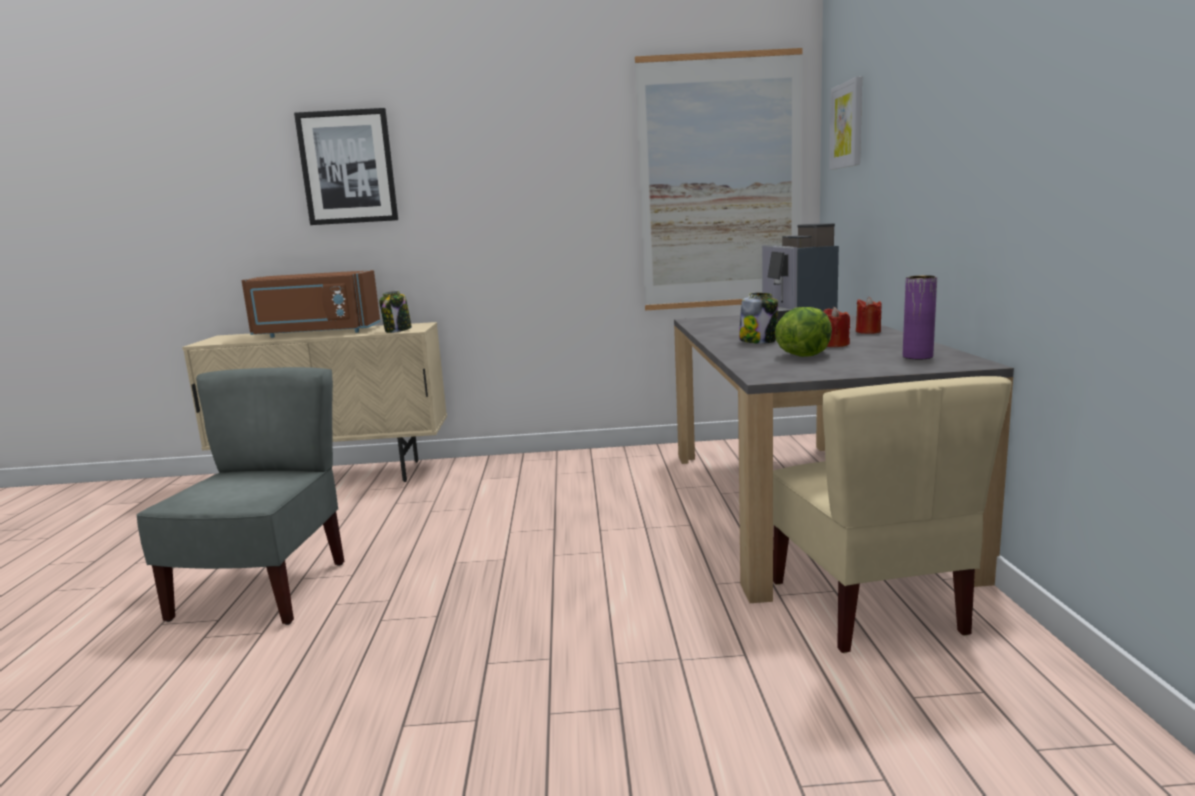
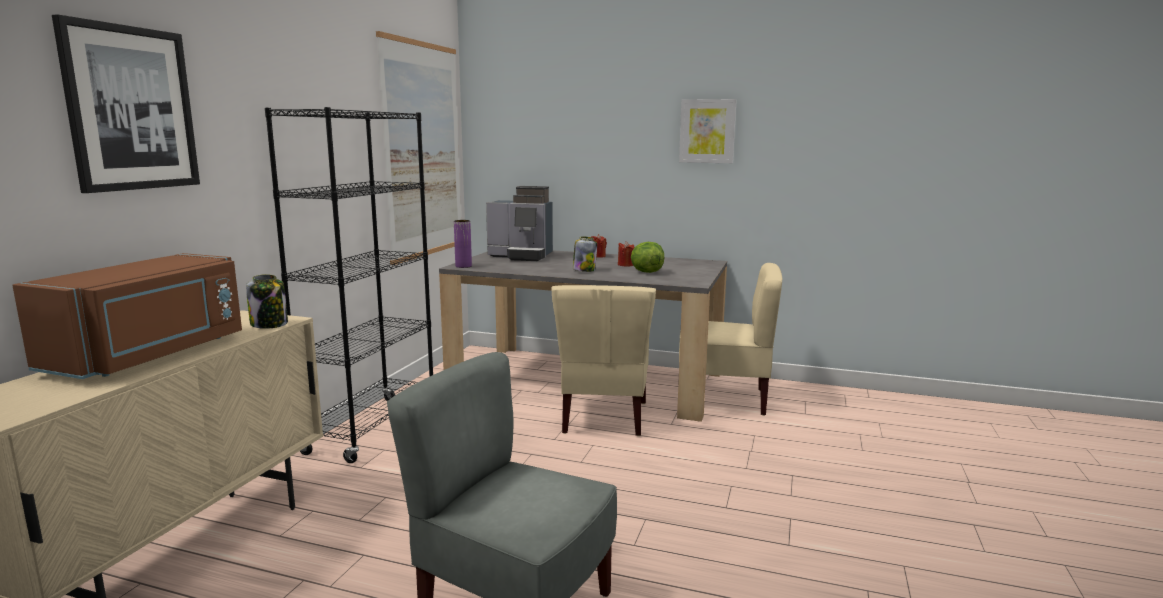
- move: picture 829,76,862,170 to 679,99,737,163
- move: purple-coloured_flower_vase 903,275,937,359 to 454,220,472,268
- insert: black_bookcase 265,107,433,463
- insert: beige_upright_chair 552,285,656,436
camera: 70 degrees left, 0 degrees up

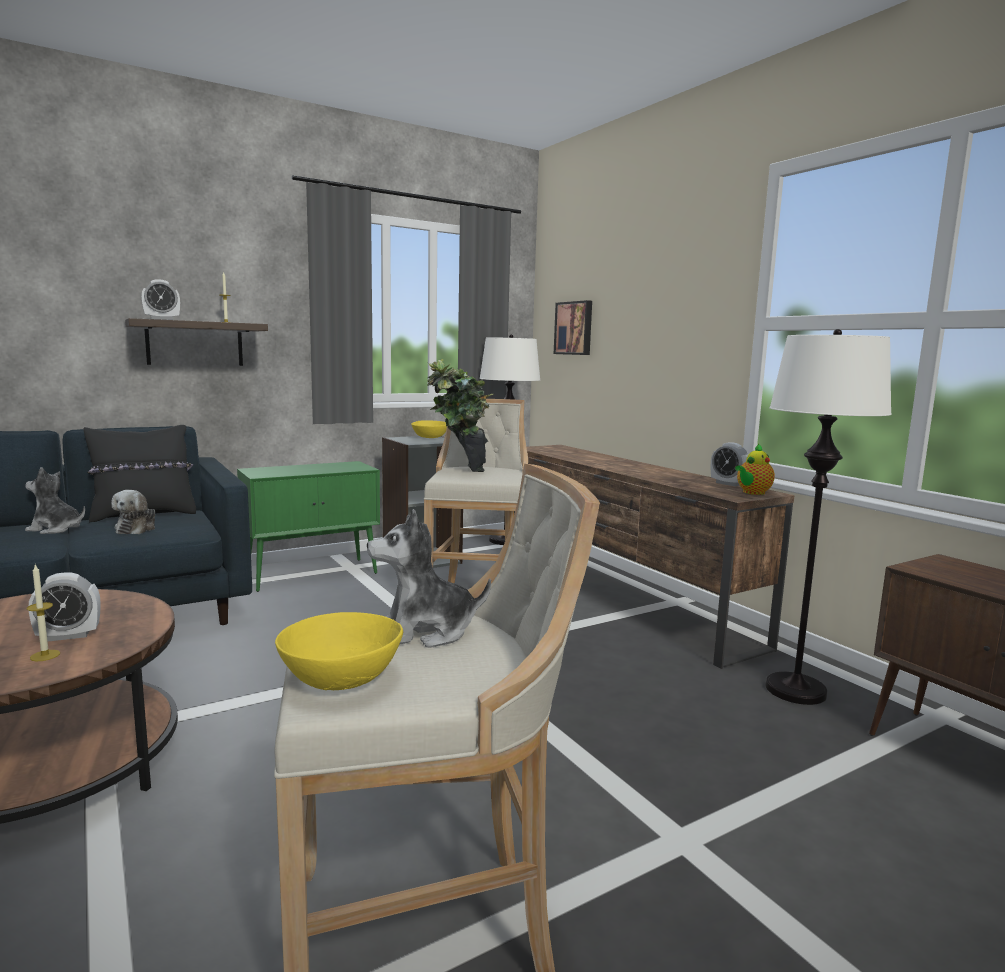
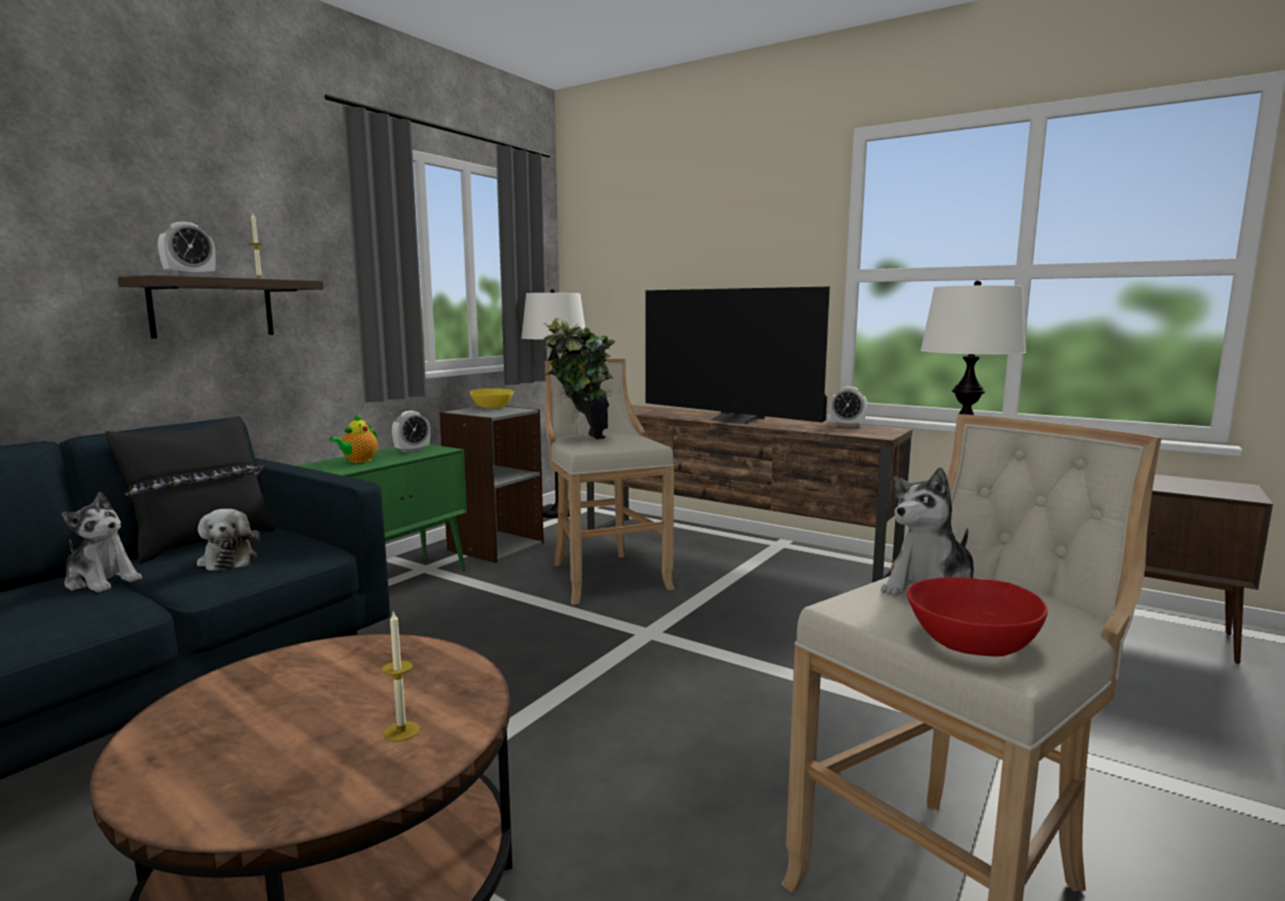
- rotate: soft_toy 25,467,85,534 = 62,492,142,592 135 degrees counterclockwise
- move: bedside_clock 29,572,101,641 to 392,411,430,453
- recolor: yellow_bowl 275,612,403,690 to red_bowl 907,577,1048,656
- delete: picture 554,300,592,355
- move: tea_pot 735,443,775,495 to 329,413,378,463
- insert: TV 645,287,830,424
camera: 25 degrees left, 0 degrees up

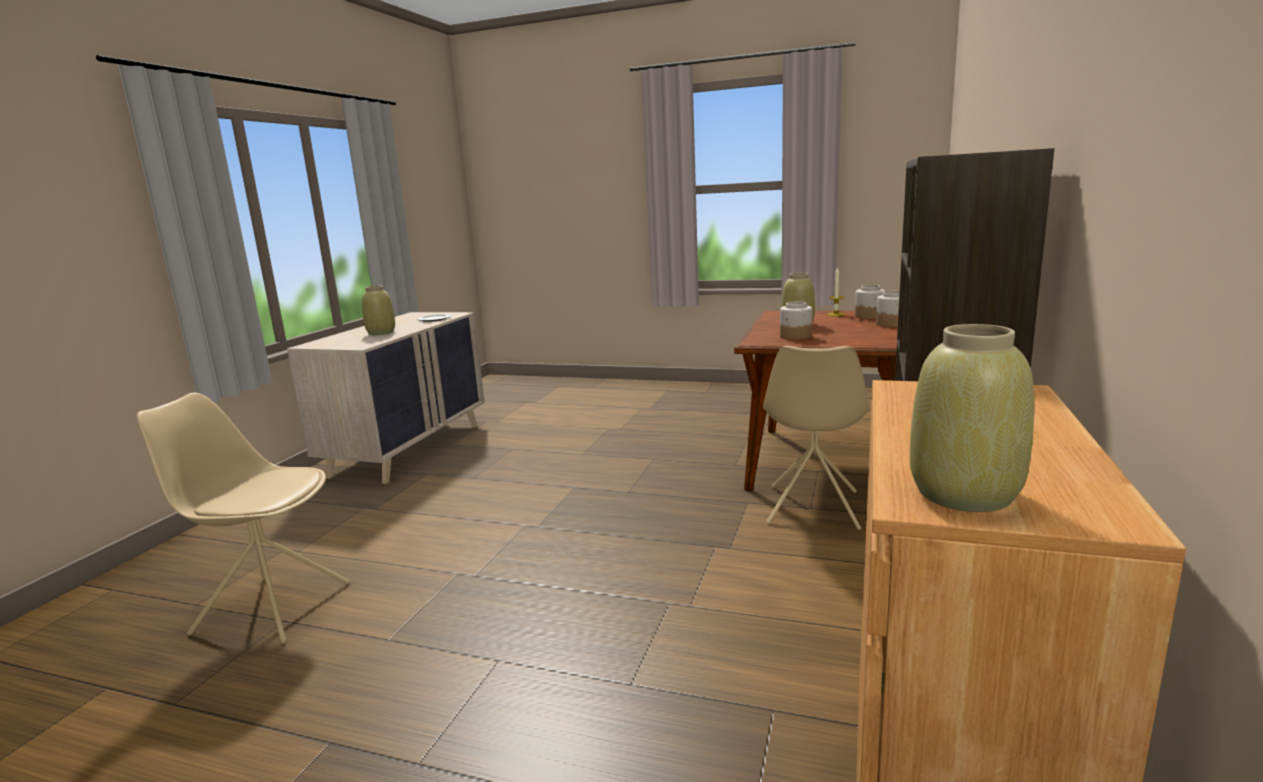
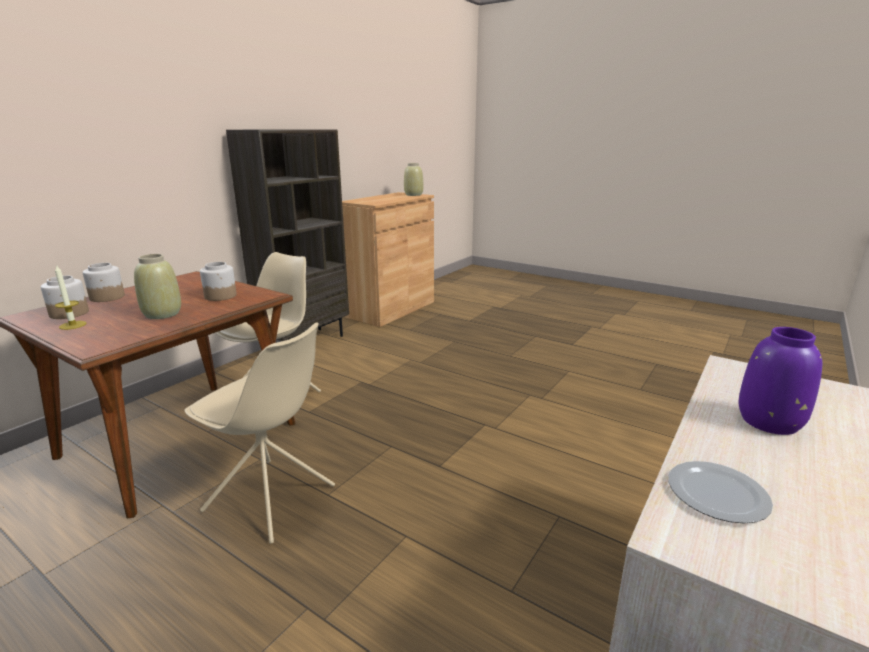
- move: beige_upright_chair 137,393,350,644 to 184,322,335,544
- recolor: beige_flower_vase 362,286,395,335 to purple-coloured_flower_vase 739,327,822,435
camera: 165 degrees left, 5 degrees up

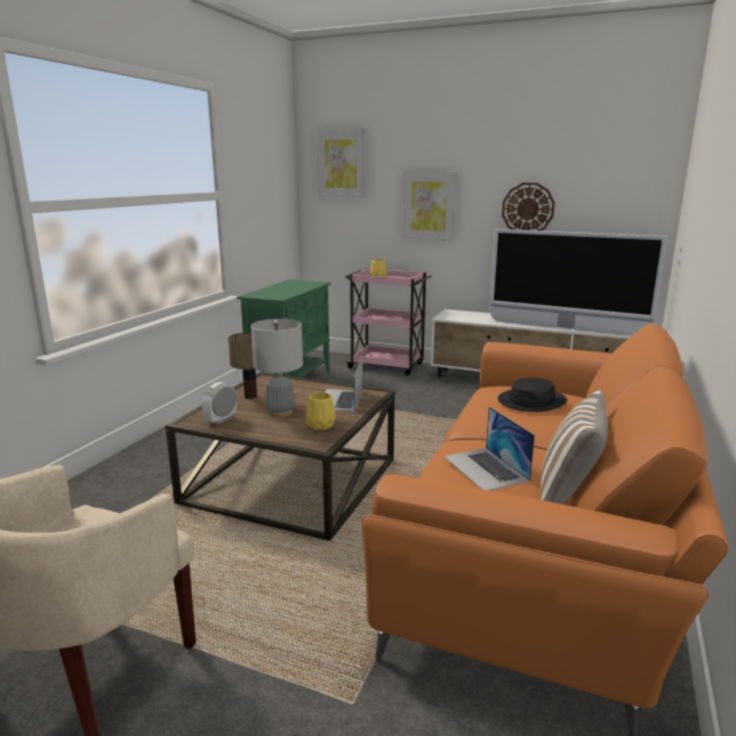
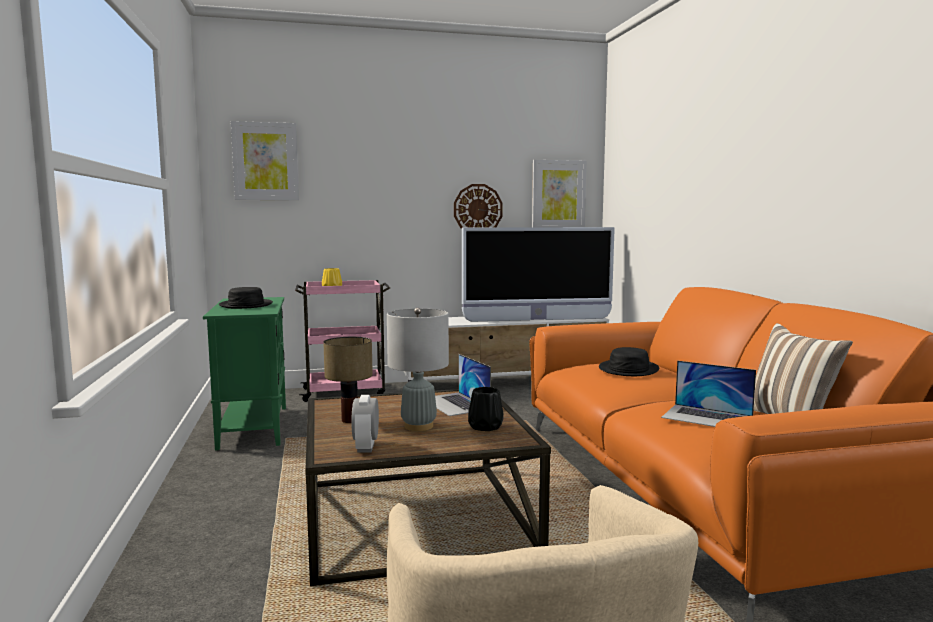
- recolor: yellow_flower_vase 306,393,336,430 to black_flower_vase 468,387,504,431
- move: picture 402,171,457,241 to 532,160,587,227
- insert: black_clothing_hat 219,287,273,309
camera: 35 degrees left, 10 degrees down

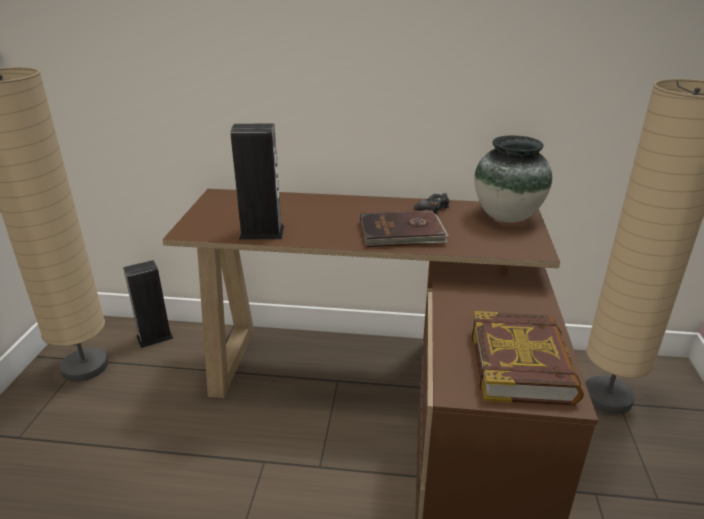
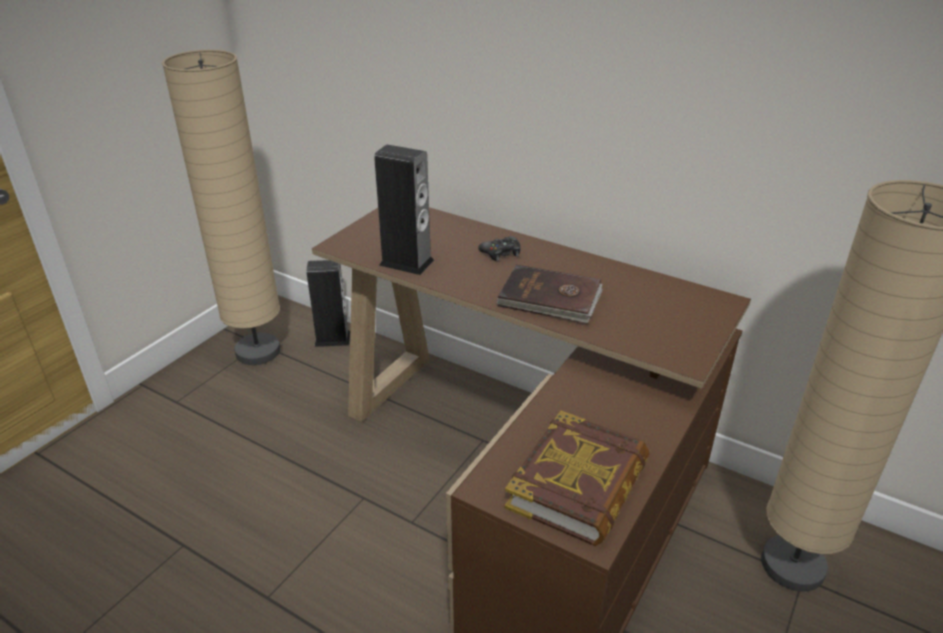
- move: black_gamepad 414,193,450,214 to 478,236,520,261
- delete: flower_vase 474,135,552,222
camera: 25 degrees right, 5 degrees up

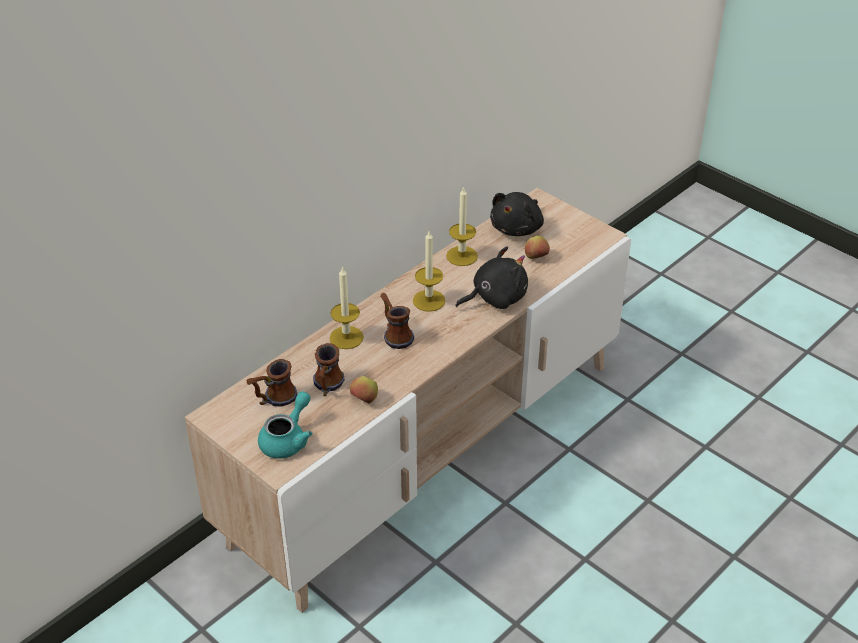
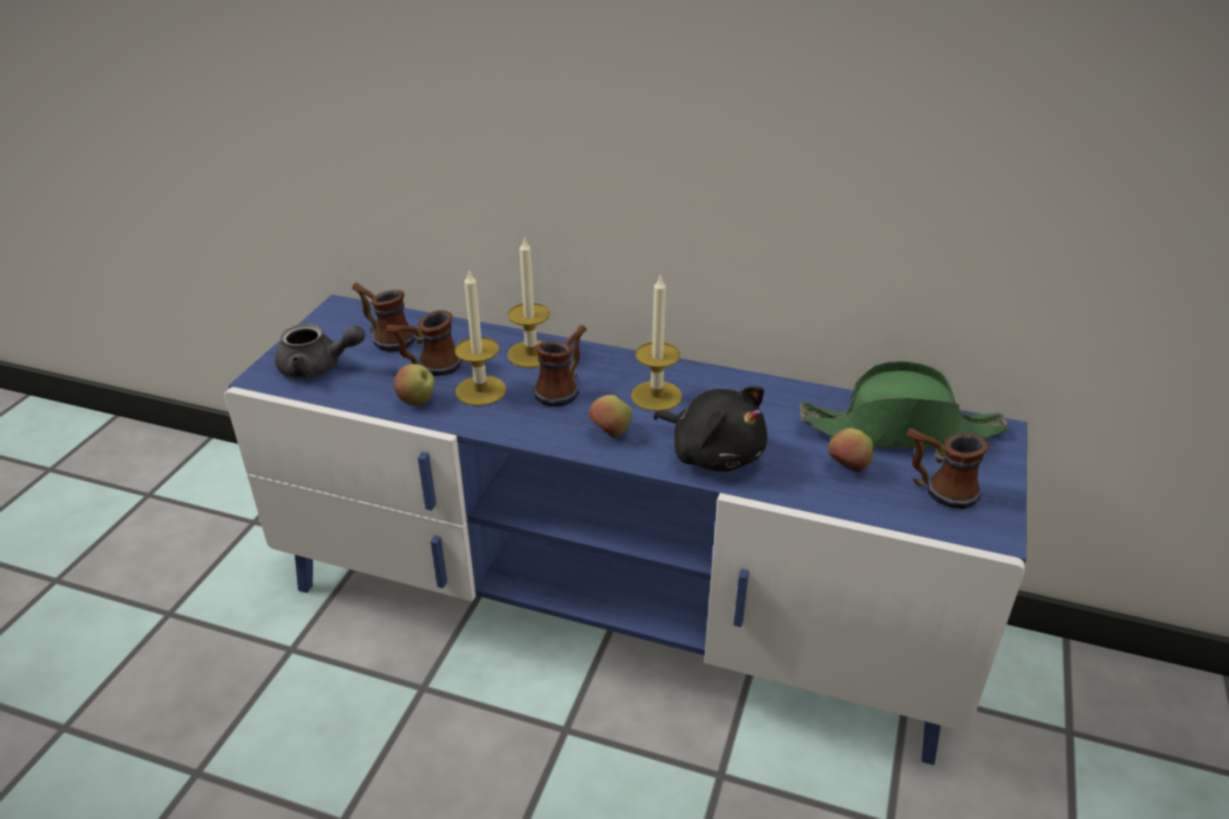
- recolor: beige_tv_unit 185,188,631,613 to bluish_tv_unit 224,295,1027,765
- recolor: blue-green_tea_pot 258,391,312,459 to greyish_tea_pot 275,324,365,378
- move: wax_candle 446,186,478,266 to 455,270,506,406
- replace: black_soft_toy 490,192,544,236 to greenish_clothing_hat 800,361,1008,448
- insert: apple 589,395,632,438
- insert: mug 906,428,989,509
camera: 65 degrees right, 5 degrees down

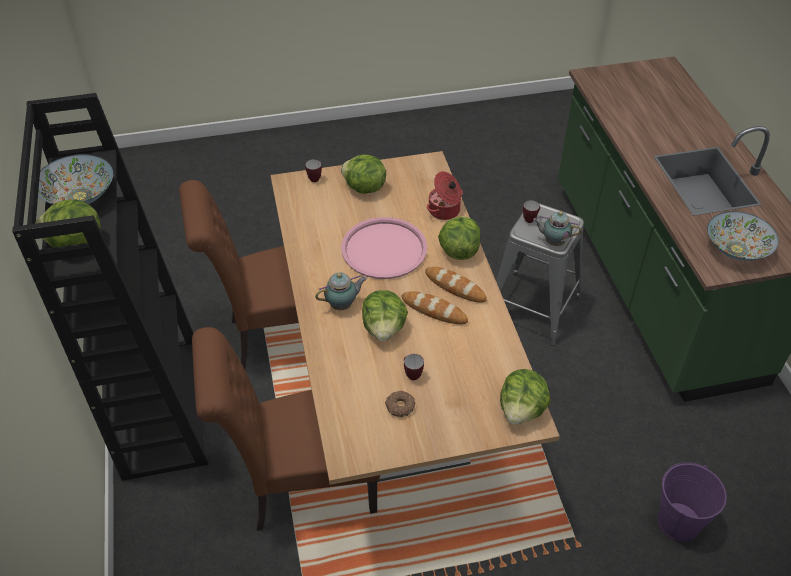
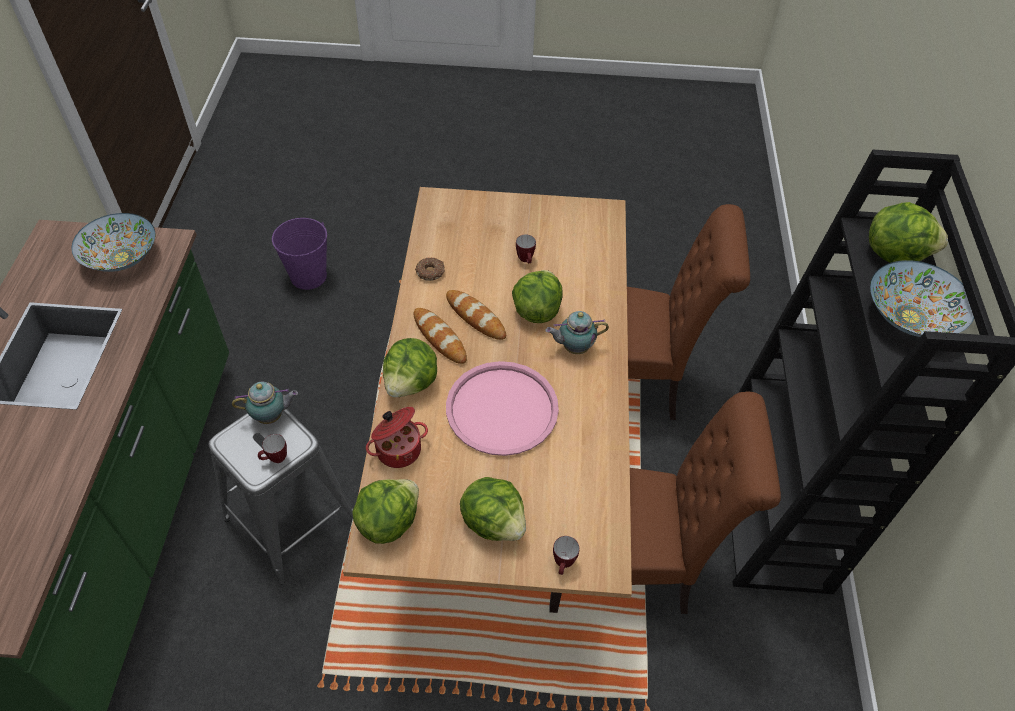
- move: ring_doughnut 385,390,415,417 to 415,257,445,281
- move: lettuce_head 500,369,550,424 to 352,479,419,544
- rotate: tea_pot 533,211,582,246 = 232,382,298,424 45 degrees counterclockwise
camera: 165 degrees left, 5 degrees up

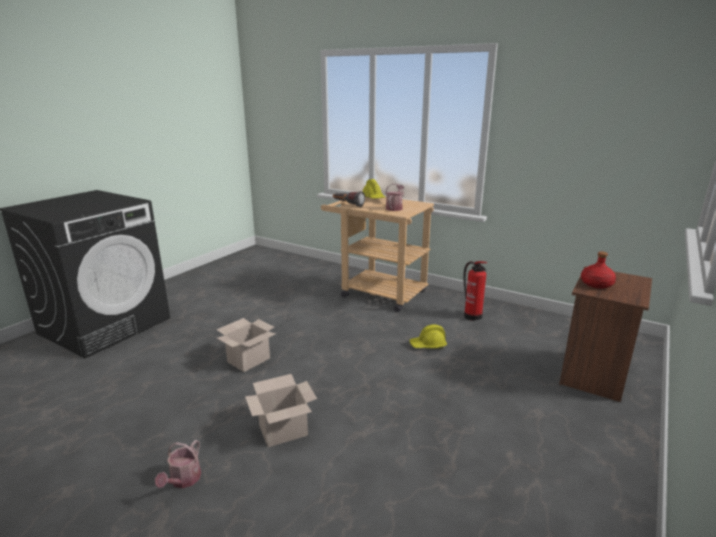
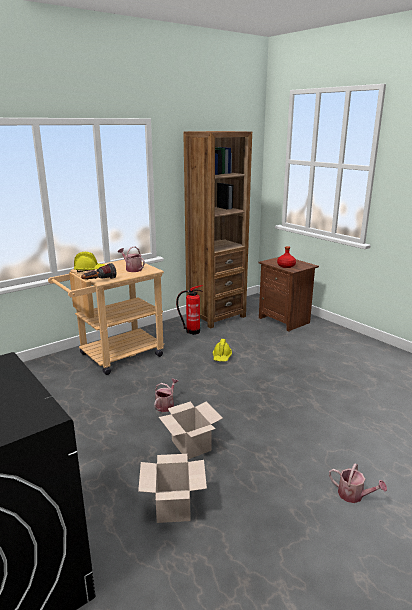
- move: packing_box 245,374,317,447 to 138,454,207,523
- insert: watering_pot 154,379,178,412
- insert: brown-coloured_bookcase 183,131,252,329
camera: 70 degrees left, 0 degrees up

